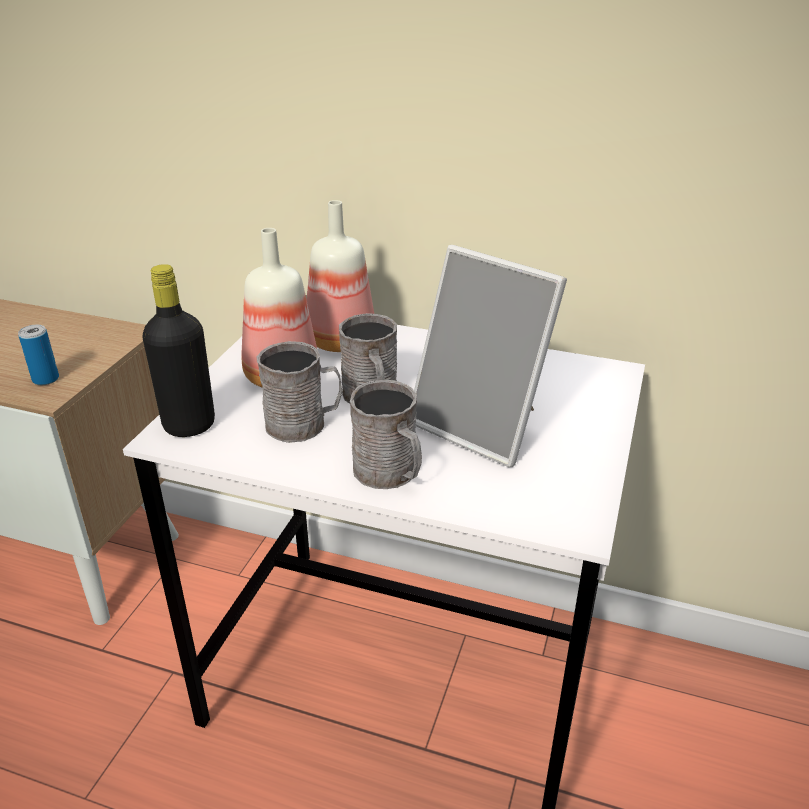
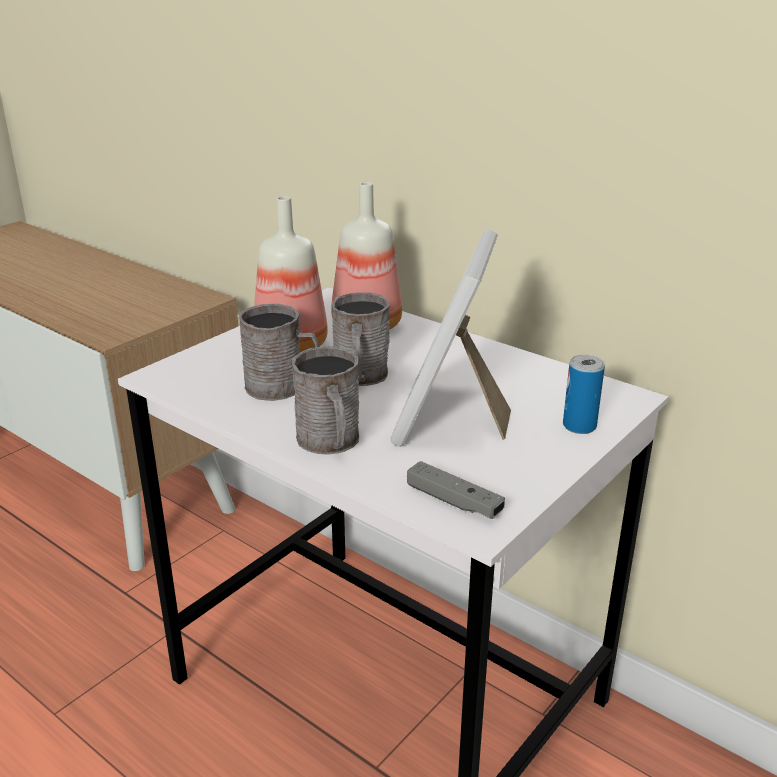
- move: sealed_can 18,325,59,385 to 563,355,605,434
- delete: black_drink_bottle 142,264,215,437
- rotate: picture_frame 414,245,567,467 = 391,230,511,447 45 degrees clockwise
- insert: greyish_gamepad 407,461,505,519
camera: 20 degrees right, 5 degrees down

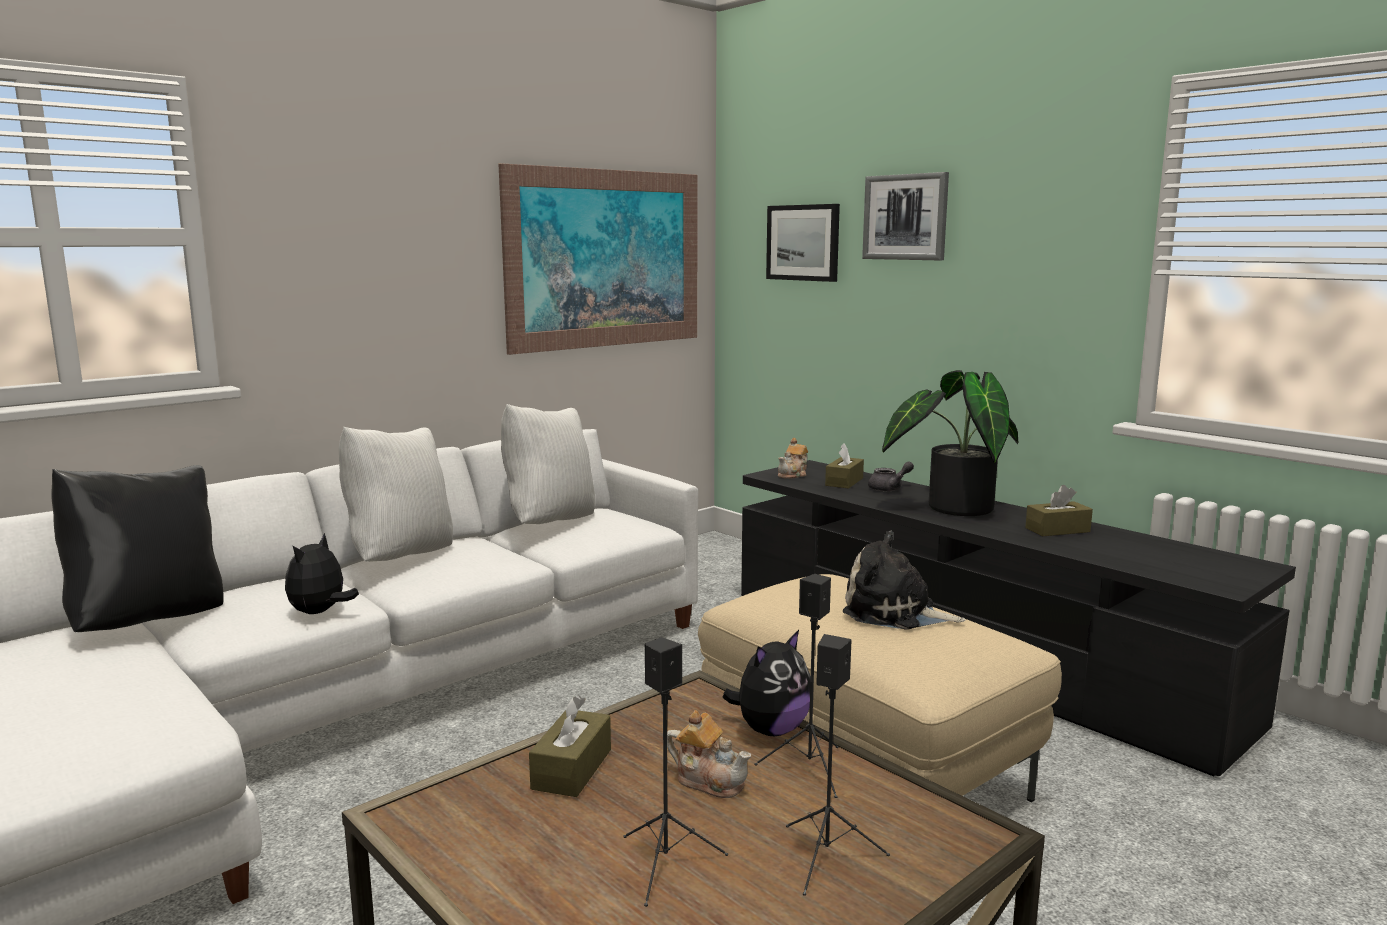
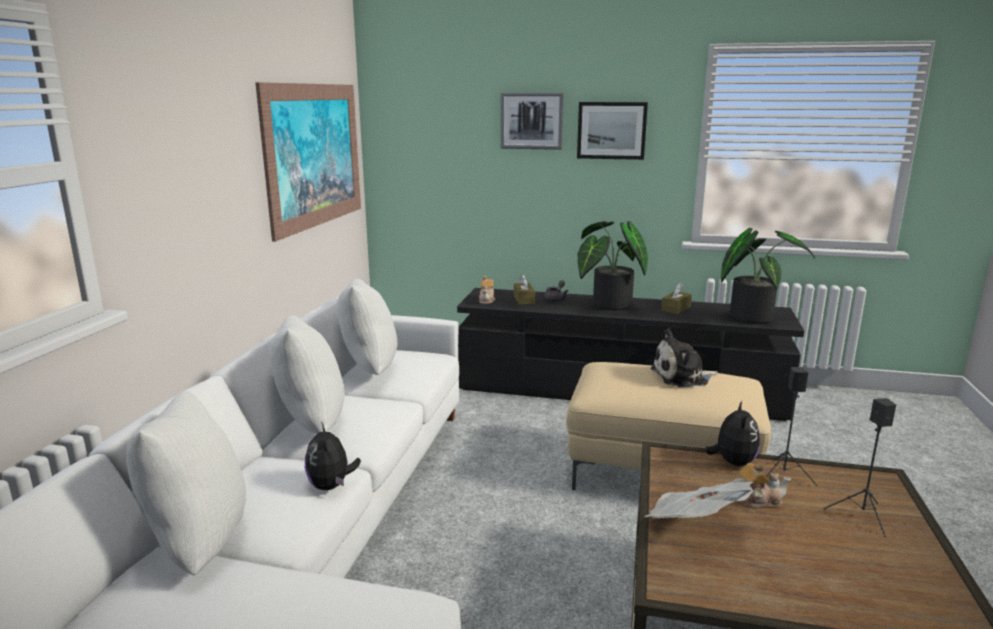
- recolor: black_cushion 51,465,224,633 to white-coloured_cushion 126,391,246,575
- replace: brown-coloured_tissue_holder 529,695,611,797 to newspaper 645,482,753,518
- delete: black_speaker 623,637,728,907
- move: picture 766,204,840,282 to 577,102,648,160
- insert: houseplant 721,228,815,324
camera: 35 degrees left, 5 degrees up

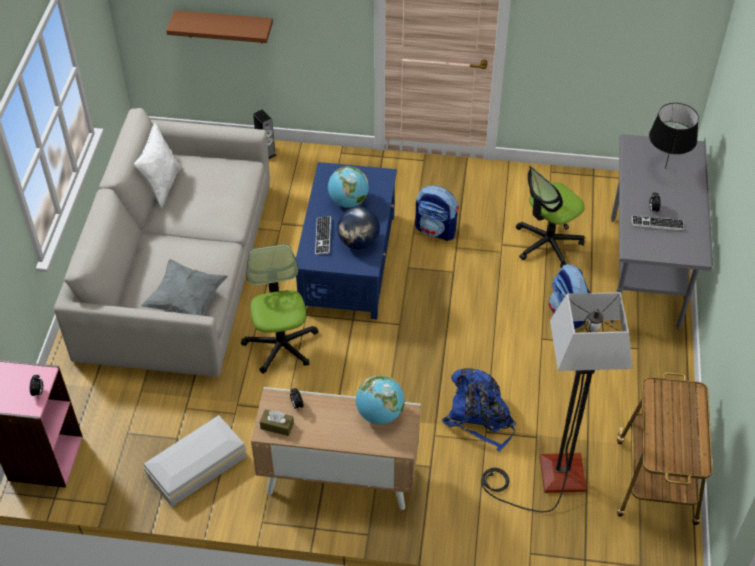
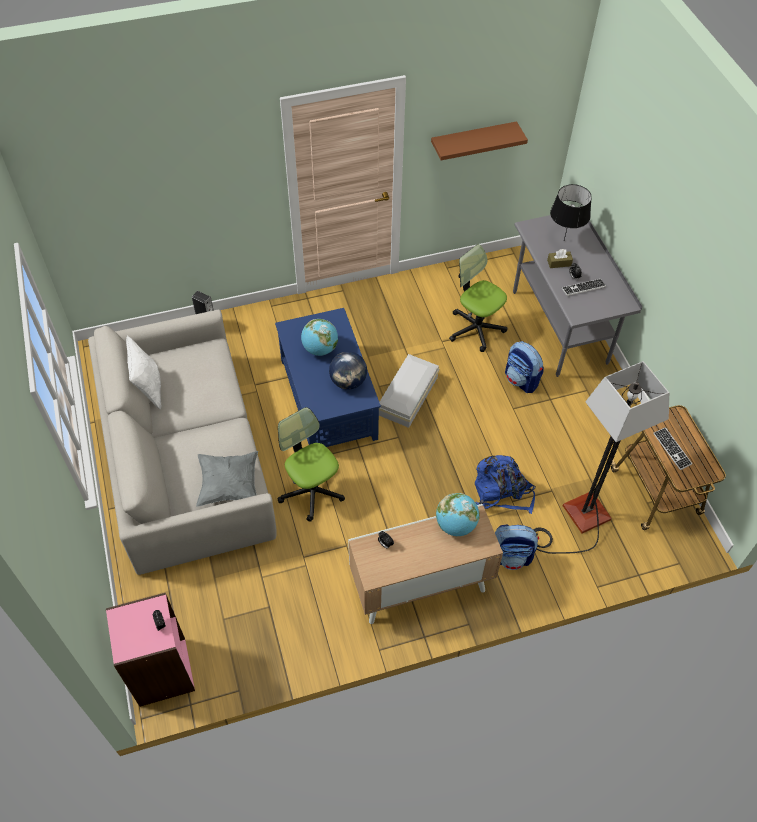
- move: white-coloured_storage_container 143,415,246,507 to 379,354,439,428
- move: brown-coloured_wall_shelf 166,10,273,43 to 431,121,528,160
- move: brown-coloured_tissue_holder 260,409,294,436 to 547,249,573,268
- move: PC_keyboard 315,216,331,255 to 653,427,692,470
- move: backpack 415,185,459,241 to 495,524,539,570
- rotate: desk_chair 516,165,585,268 = 449,244,507,352 105 degrees clockwise
camera: 25 degrees left, 5 degrees up

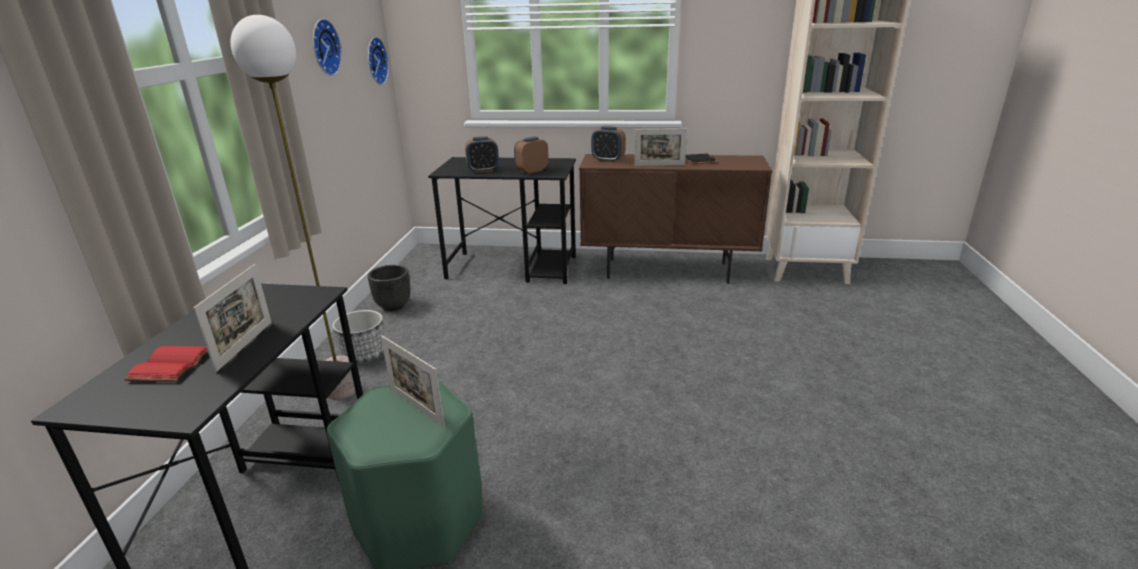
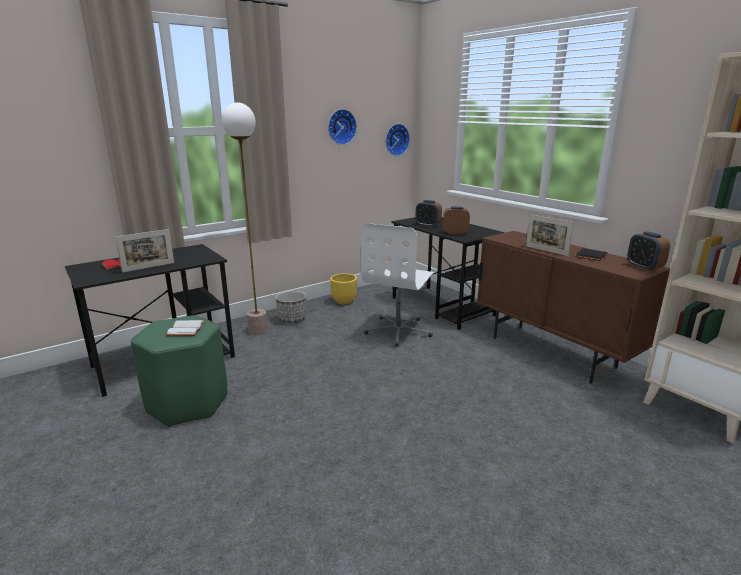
- recolor: black_flower_pot 368,265,411,311 to yellow_flower_pot 330,273,357,305
- replace: picture_frame 381,335,444,427 to white-coloured_volume 166,320,205,336
- move: bedside_clock 591,126,626,162 to 627,231,670,271
- insert: white-coloured_desk_chair 361,223,434,347
camera: 45 degrees right, 5 degrees down

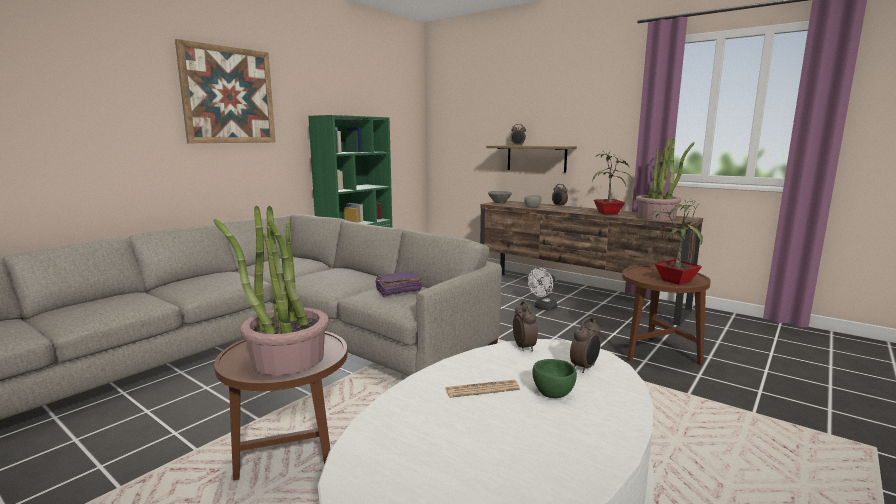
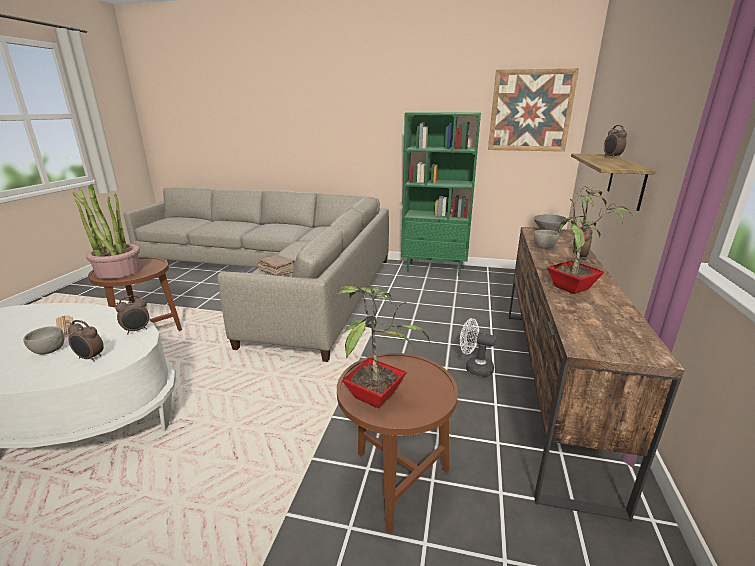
- move: picture 175,39,276,143 to 488,68,579,152
- recolor: purple-coloured_volume 375,271,422,297 to brown-coloured_volume 258,254,295,276
- recolor: greenish_bowl 532,359,577,398 to greyish_bowl 23,326,64,355
- delete: houseplant 636,138,695,220
camera: 65 degrees right, 10 degrees up

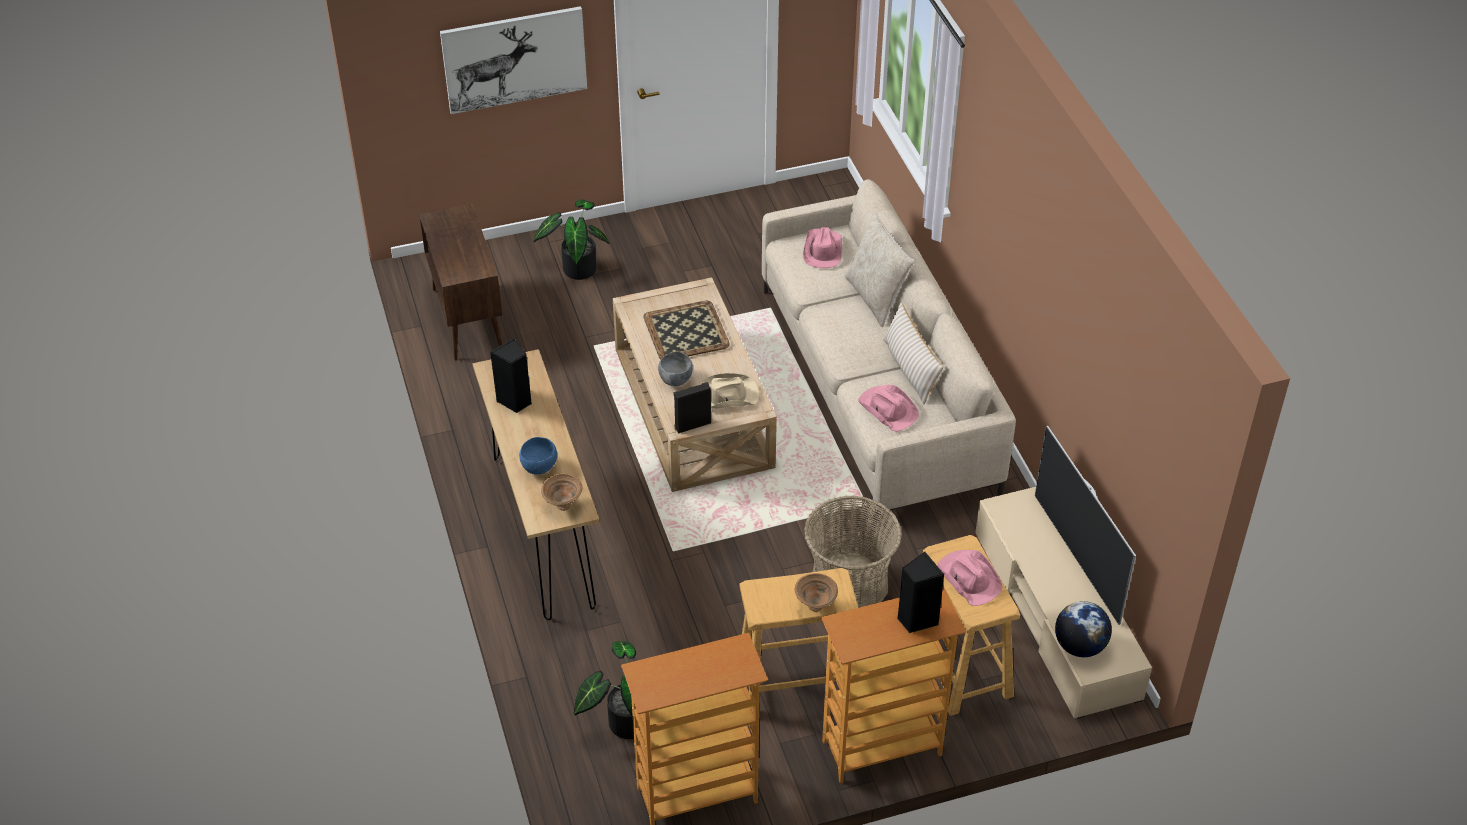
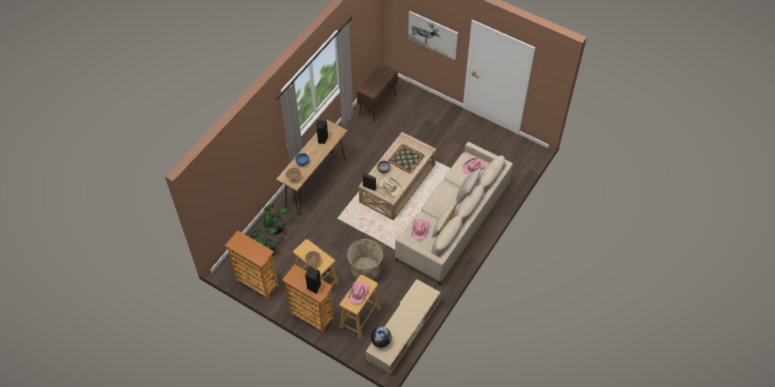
- move: houseplant 533,199,610,280 to 264,204,292,234
- delete: TV 1035,426,1136,625
camera: 50 degrees right, 10 degrees up

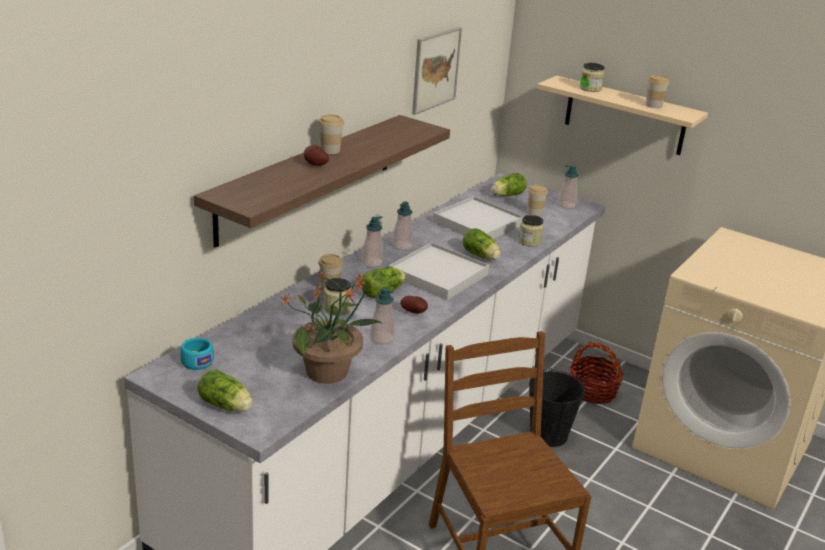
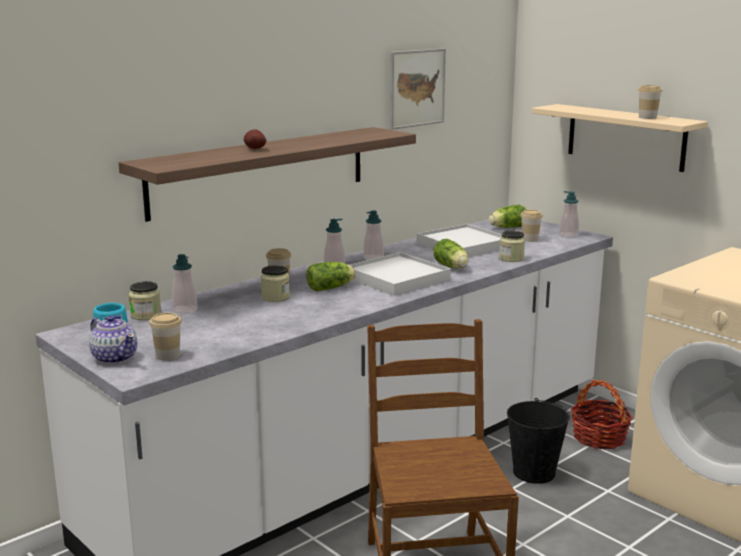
- replace: lettuce_head 197,370,253,412 to tea_pot 89,316,137,364
- delete: houseplant 279,273,383,384
- move: drinking_cup 318,114,344,154 to 149,313,182,361
- move: soap_dispenser 370,287,395,344 to 172,254,197,314
- delete: whole_potato 400,296,428,314
- move: storage_jar 579,63,605,92 to 129,281,161,320
camera: 15 degrees right, 10 degrees down

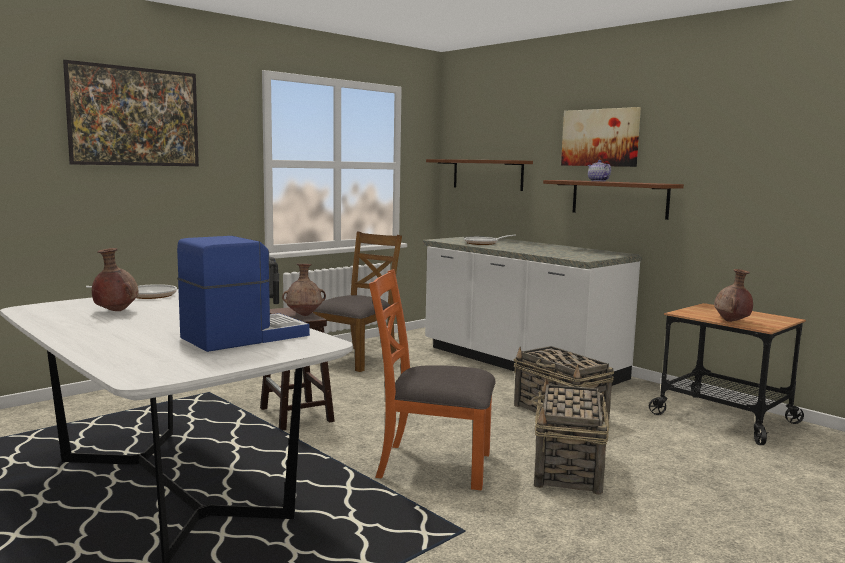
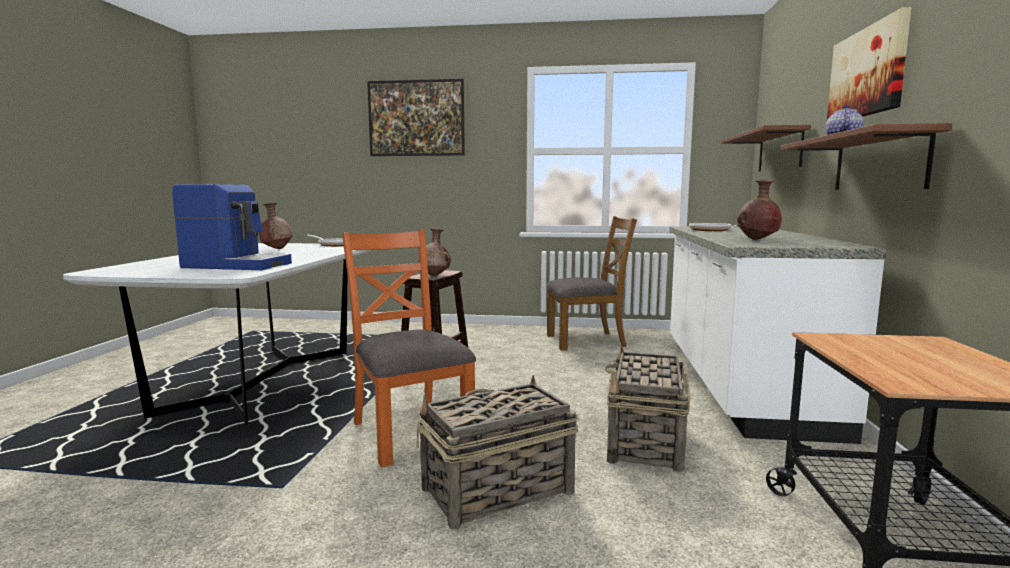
- move: brown-coloured_flower_vase 714,269,753,322 to 737,179,782,240
camera: 50 degrees right, 0 degrees up

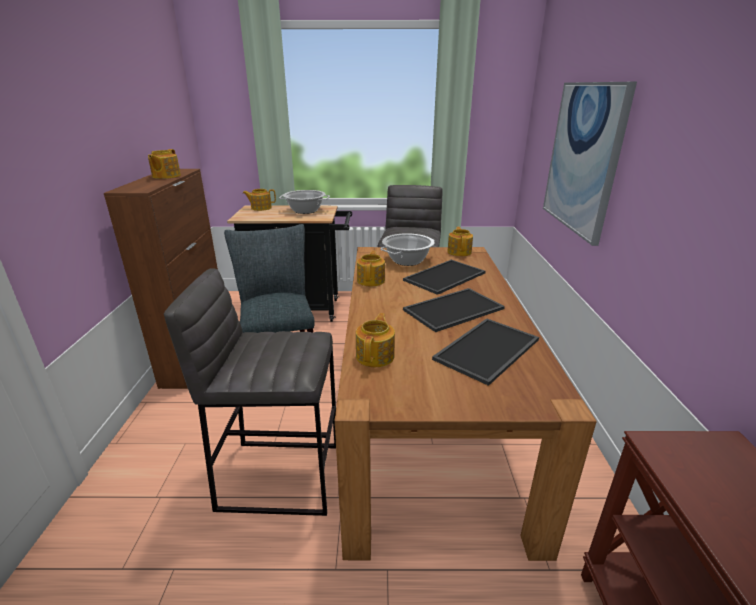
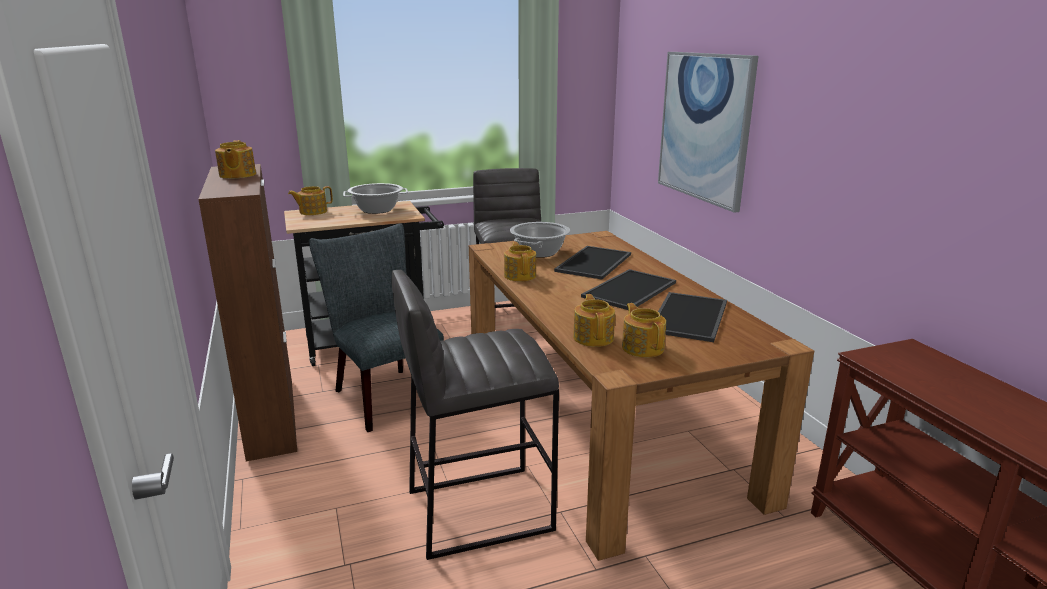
- move: tea_pot 447,227,473,256 to 622,303,666,358
camera: 20 degrees left, 5 degrees down

